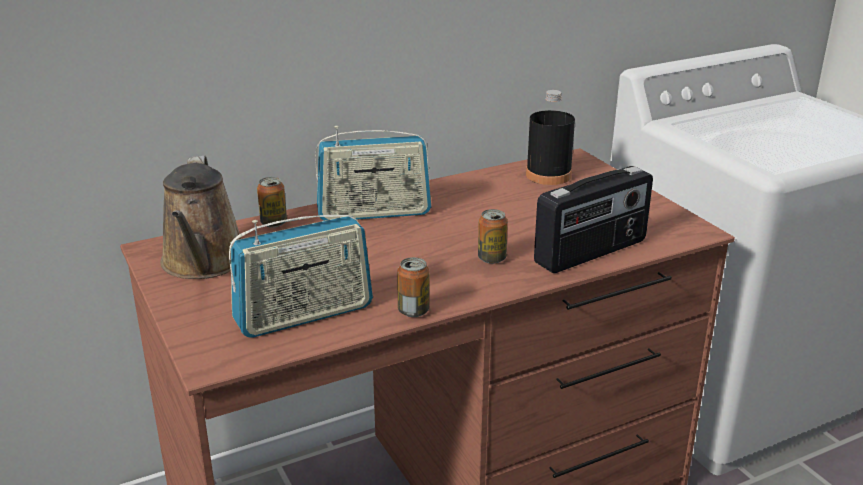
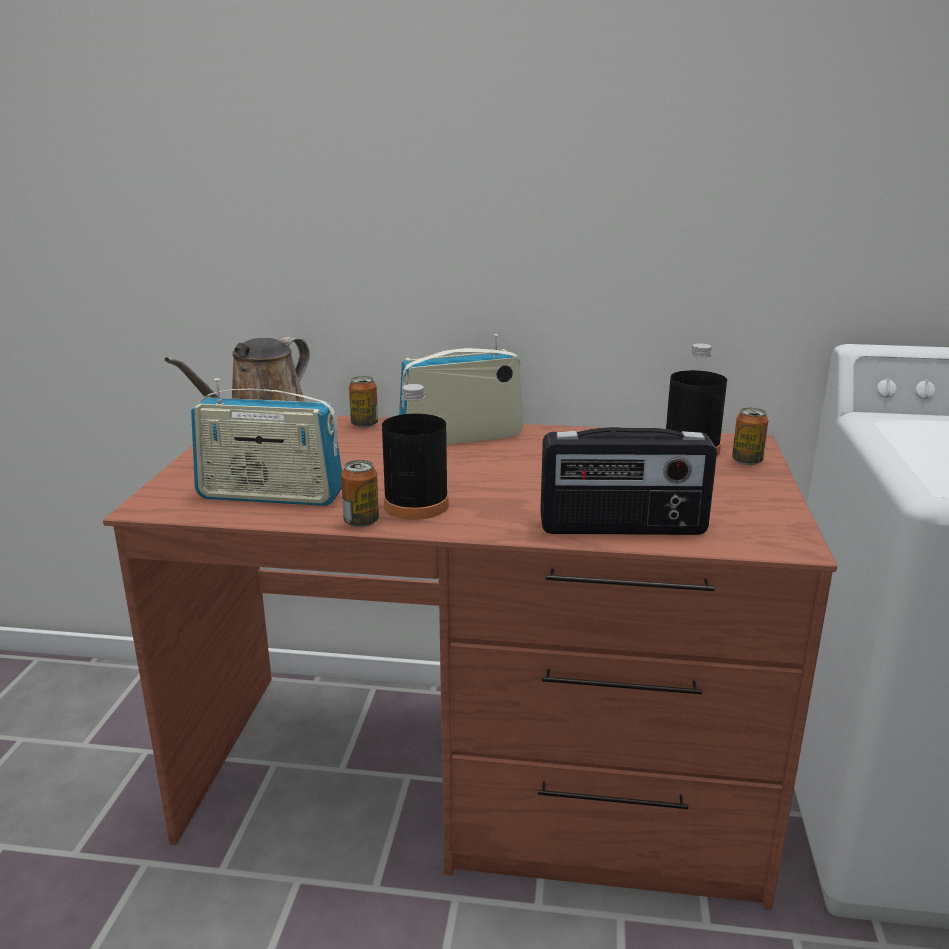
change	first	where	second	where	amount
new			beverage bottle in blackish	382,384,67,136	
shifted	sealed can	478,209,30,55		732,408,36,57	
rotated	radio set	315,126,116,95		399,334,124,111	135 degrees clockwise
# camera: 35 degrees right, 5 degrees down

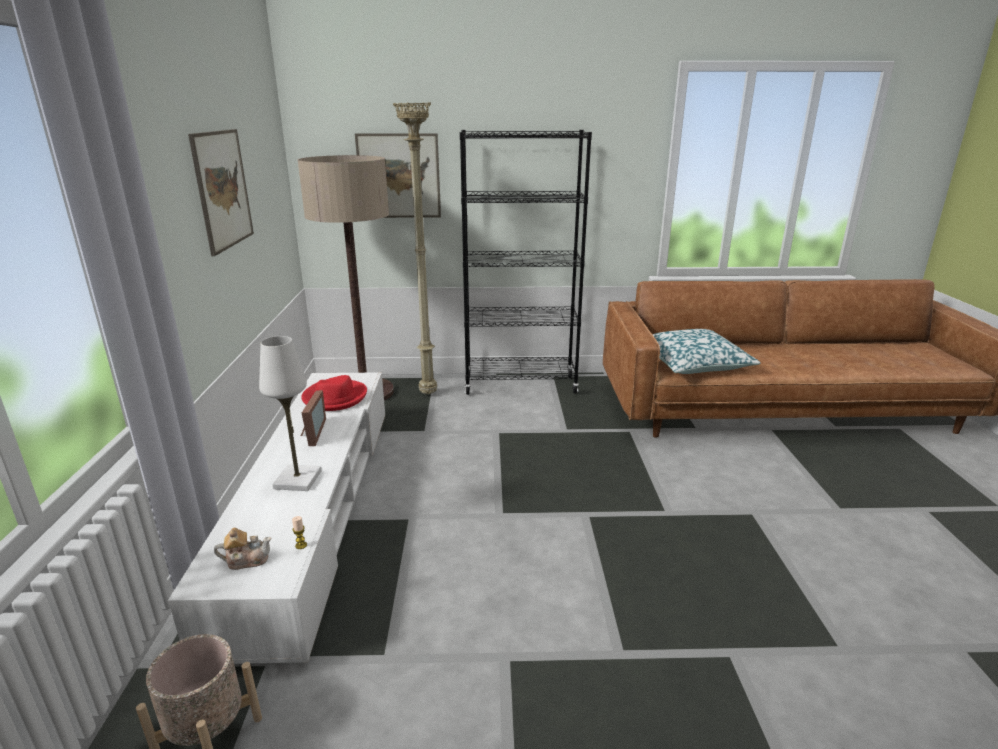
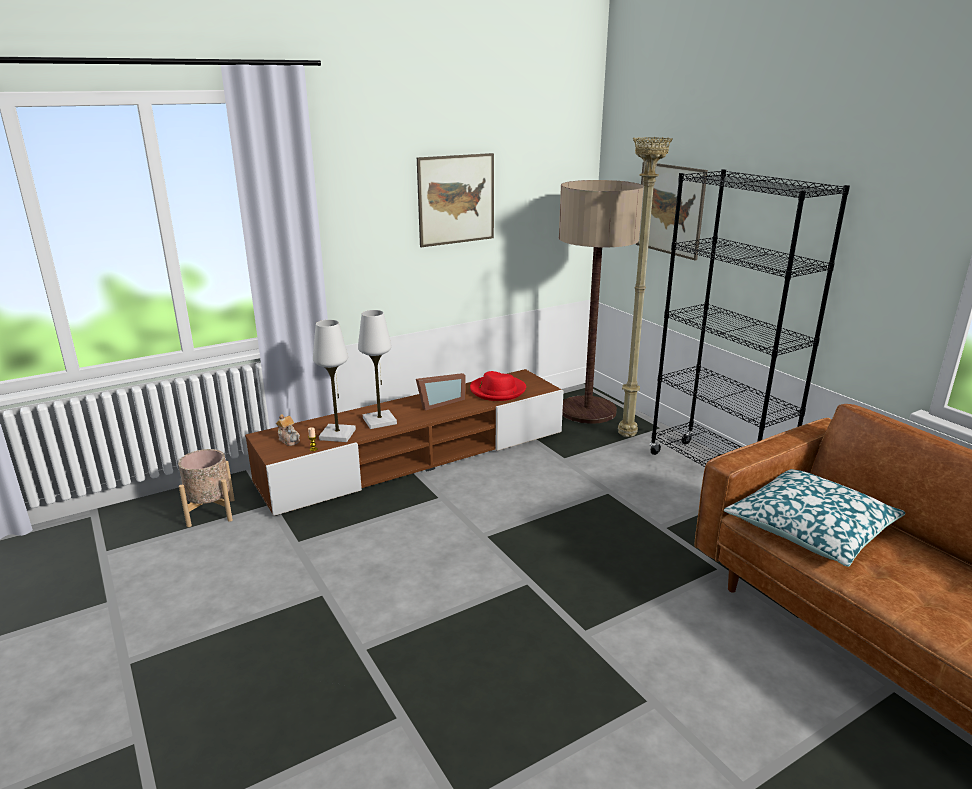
change	first	where	second	where	amount
new			tabletop lamp in whitish	313,320,43,122	
repainted	tv stand in whitish	168,372,217,292	tv stand in brown-coloured	245,369,318,147	
# camera: 60 degrees right, 0 degrees up

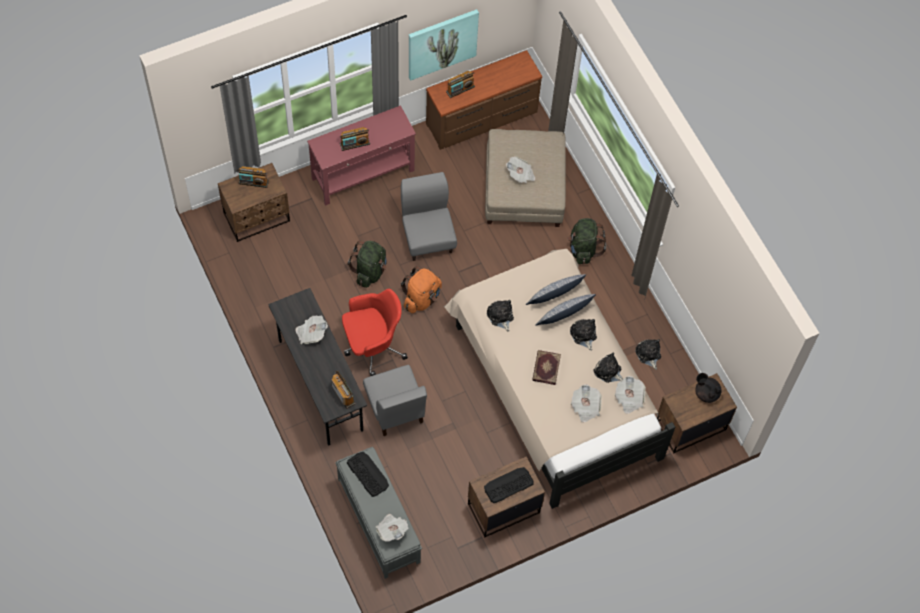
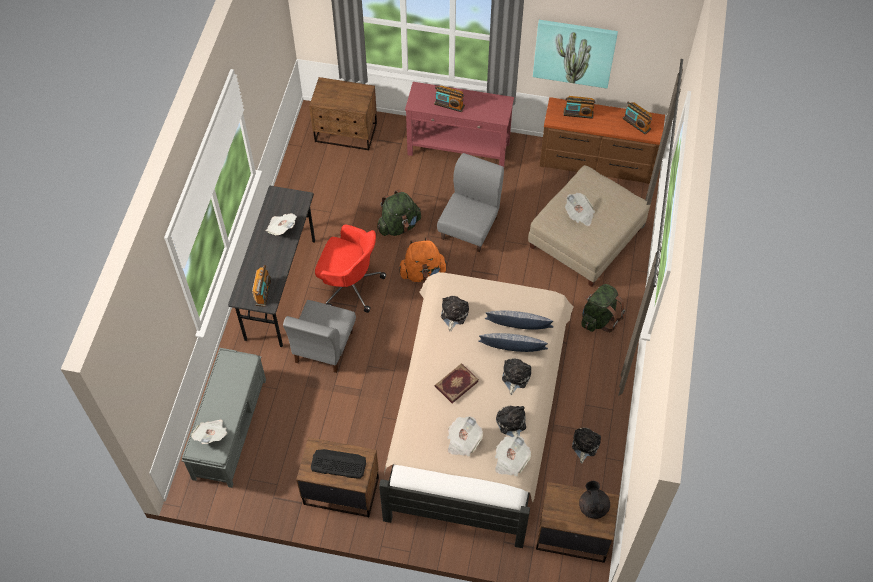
change	first	where	second	where	amount
gone	PC keyboard	347,452,42,45			
shifted	radio set	237,166,32,22		622,102,30,33	
# camera: 40 degrees right, 5 degrees down

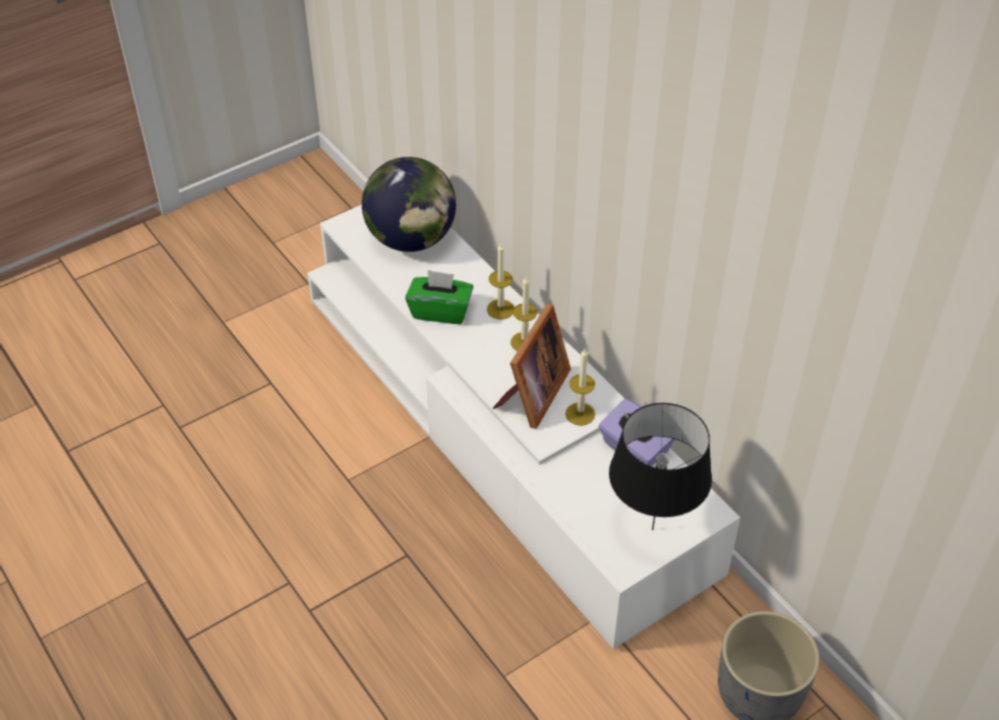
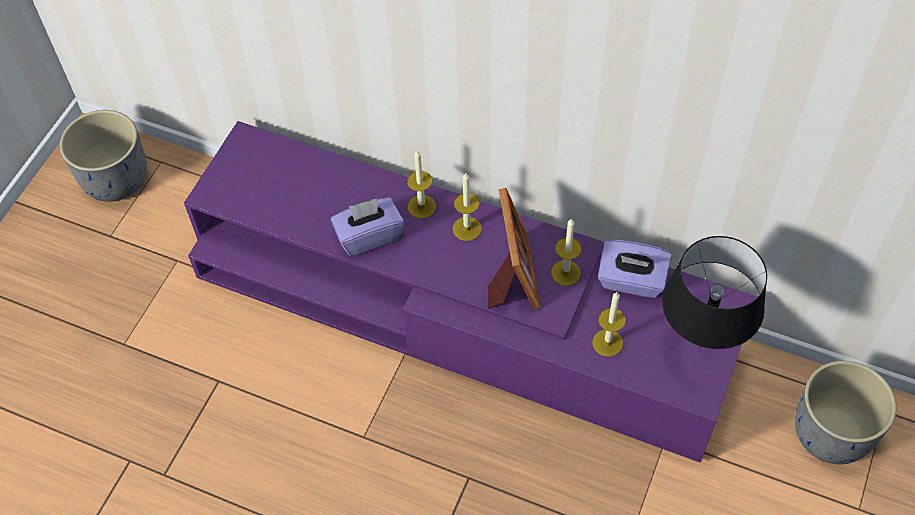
change	first	where	second	where	amount
gone	desk globe	362,157,94,95			
new			planter in greyish	60,110,87,92	
new			wax candle	592,292,34,65	
repainted	tv stand in whitish	307,205,433,444	tv stand in purple-coloured	184,121,573,342	
repainted	box of tissues in green-coloured	405,270,68,54	box of tissues in purple-coloured	331,197,73,59	
# camera: 30 degrees left, 10 degrees up

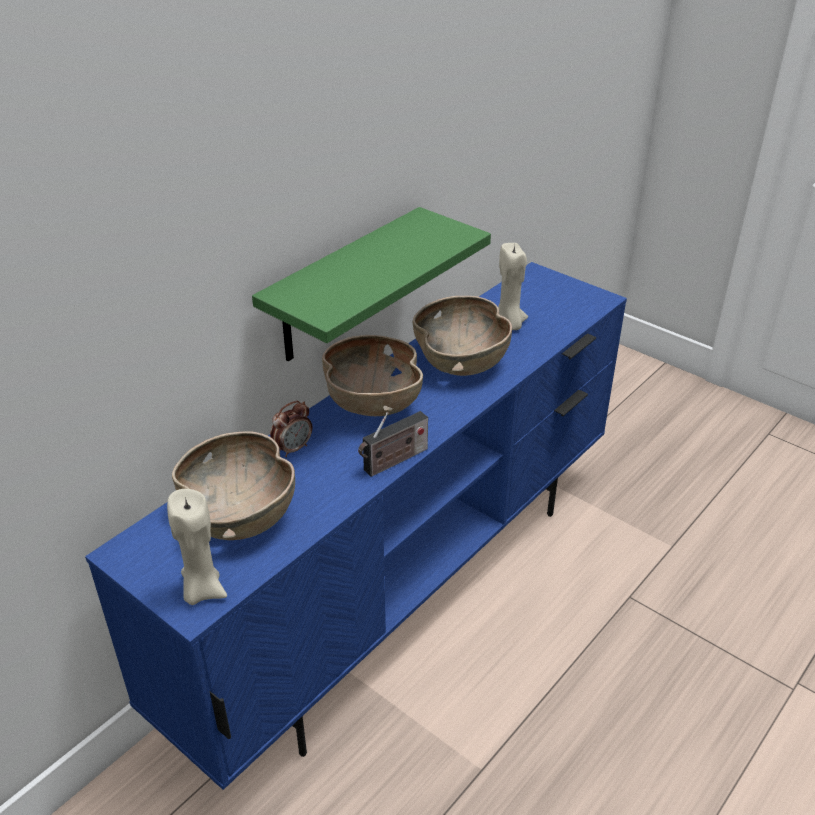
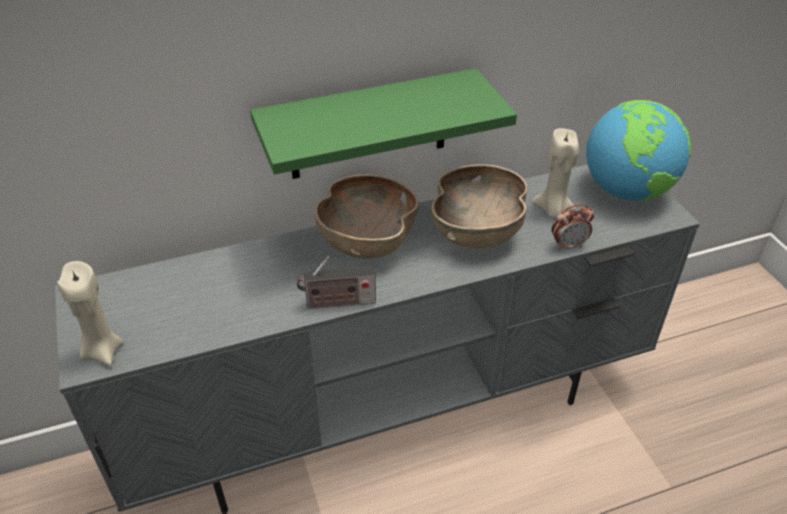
change	first	where	second	where	amount
gone	serving bowl in brown-coloured	172,431,123,109			
new			desk globe	586,100,105,101	
shifted	alarm clock	270,401,42,56		552,204,42,47	
repainted	tv stand in blue-coloured	85,262,542,528	tv stand in greyish	55,164,645,350	
# camera: 30 degrees right, 5 degrees up

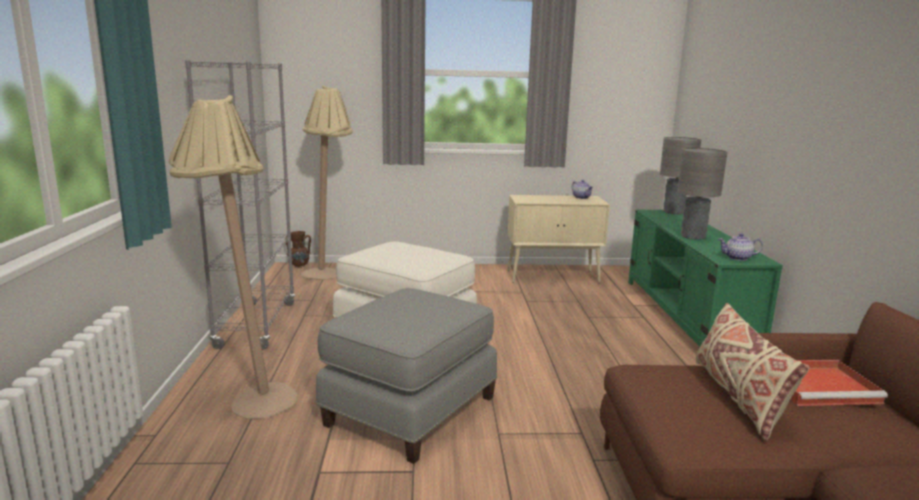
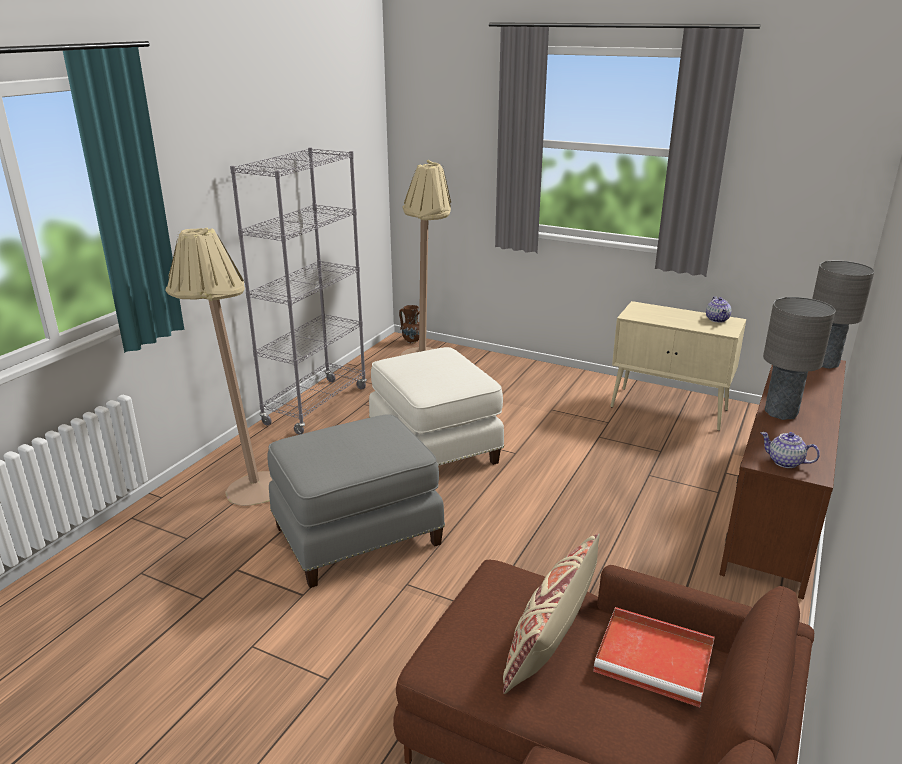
change	first	where	second	where	amount
repainted	tv stand in green-coloured	628,210,155,136	tv stand in brown-coloured	719,360,127,240	
# camera: 30 degrees right, 10 degrees up

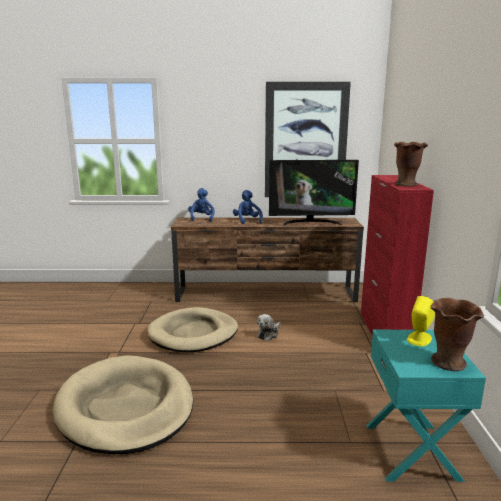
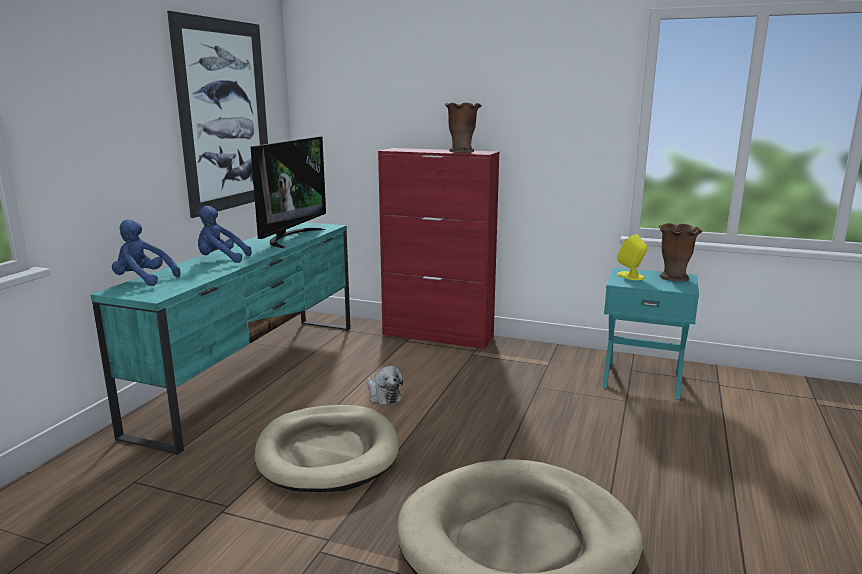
change	first	where	second	where	amount
repainted	tv stand in brown-coloured	171,218,193,84	tv stand in turquoise	90,222,261,233	
# camera: 70 degrees left, 0 degrees up

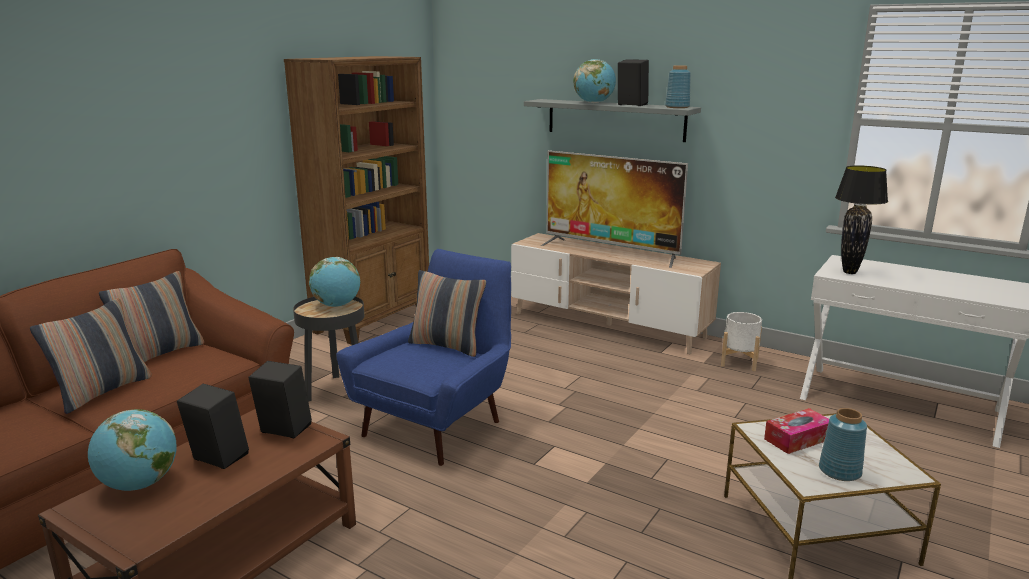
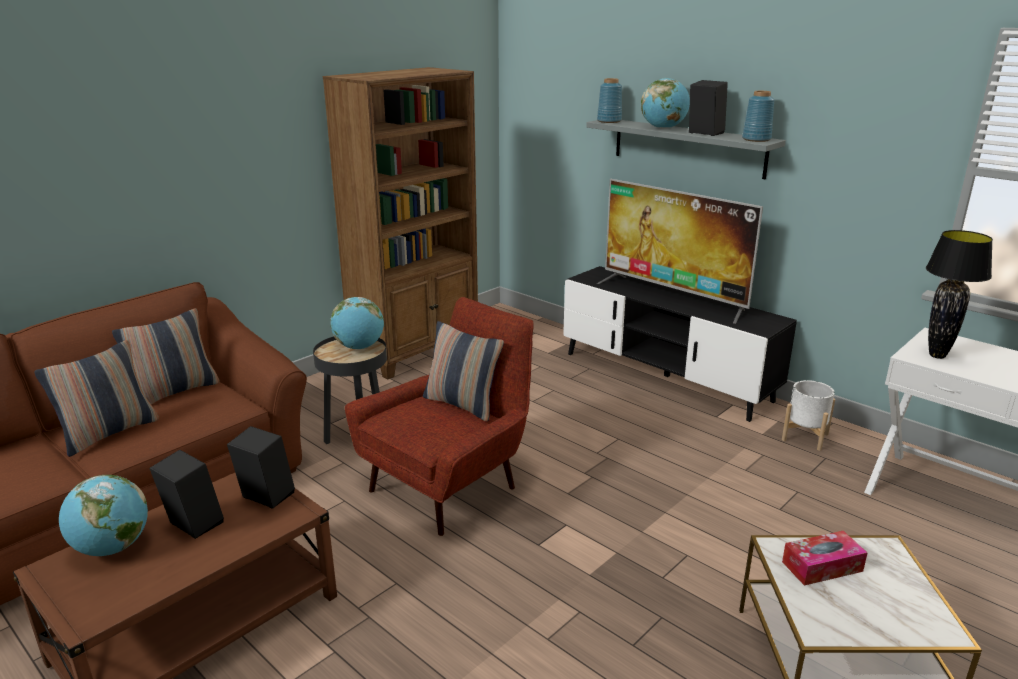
change	first	where	second	where	amount
shifted	vase in blue-coloured	819,408,48,73		597,78,25,45	
repainted	armchair in blue-coloured	336,249,175,217	armchair in red-coloured	345,297,189,239	
repainted	tv stand in beige-coloured	511,233,210,121	tv stand in blackish	563,266,234,156	
# camera: 10 degrees right, 5 degrees up

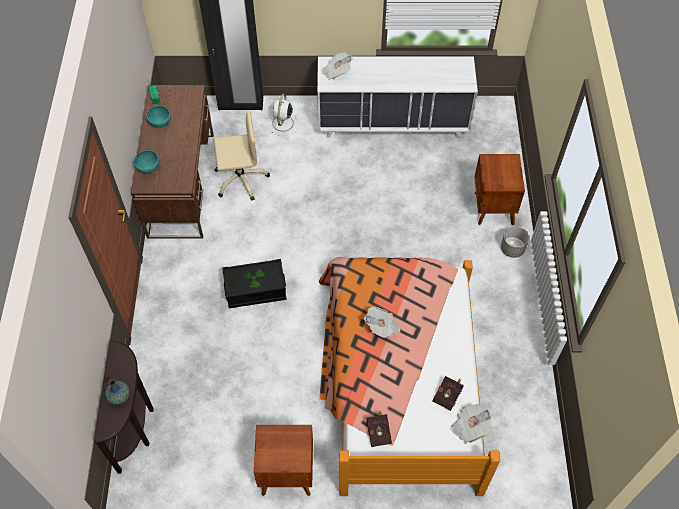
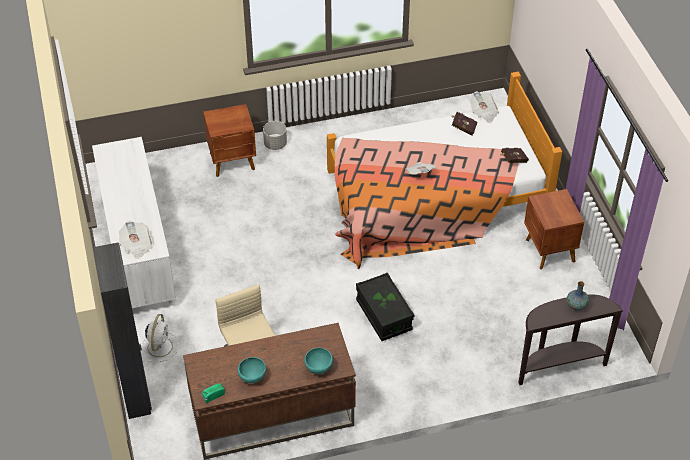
change	first	where	second	where	amount
rotated	fan in whitish	268,94,30,42		143,314,35,48	75 degrees counterclockwise
# camera: 105 degrees left, 10 degrees down

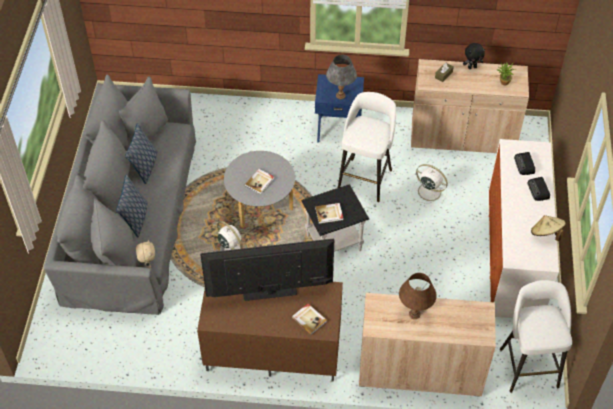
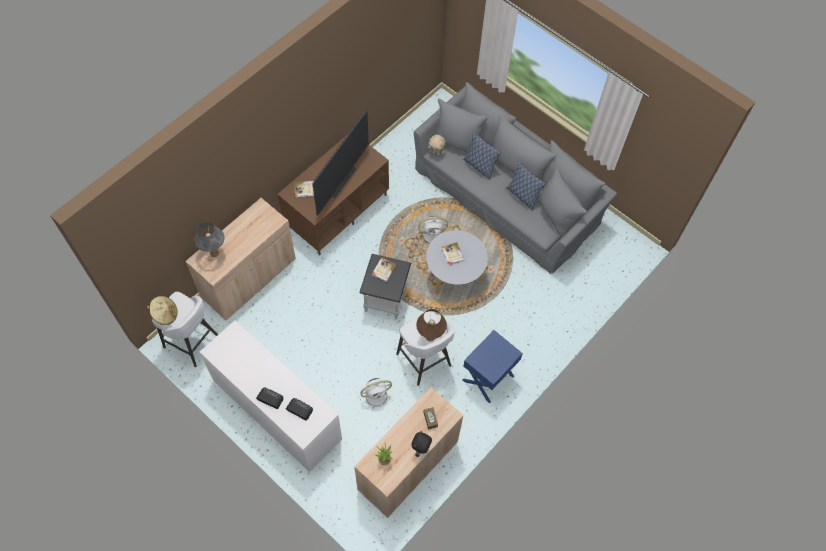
change	first	where	second	where	amount
shifted	tabletop lamp in greyish	326,55,31,44		195,222,29,35	
shifted	tabletop lamp in brown-coloured	399,273,38,46		416,309,31,32	
shifted	hat in beige-coloured	531,215,35,26		147,296,31,29	
# camera: 125 degrees right, 10 degrees up

